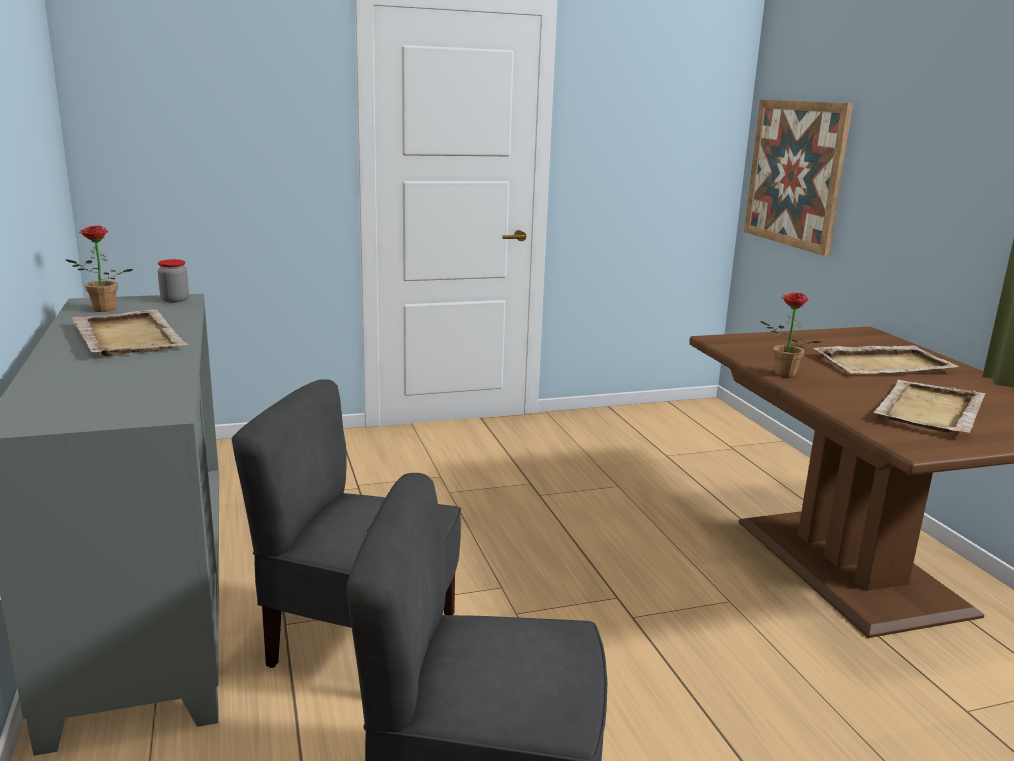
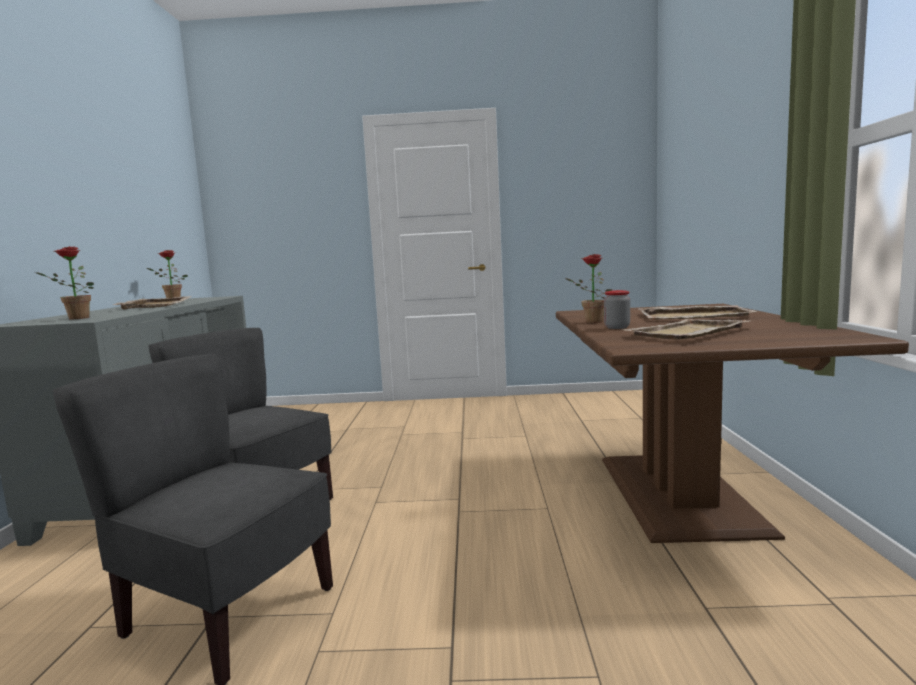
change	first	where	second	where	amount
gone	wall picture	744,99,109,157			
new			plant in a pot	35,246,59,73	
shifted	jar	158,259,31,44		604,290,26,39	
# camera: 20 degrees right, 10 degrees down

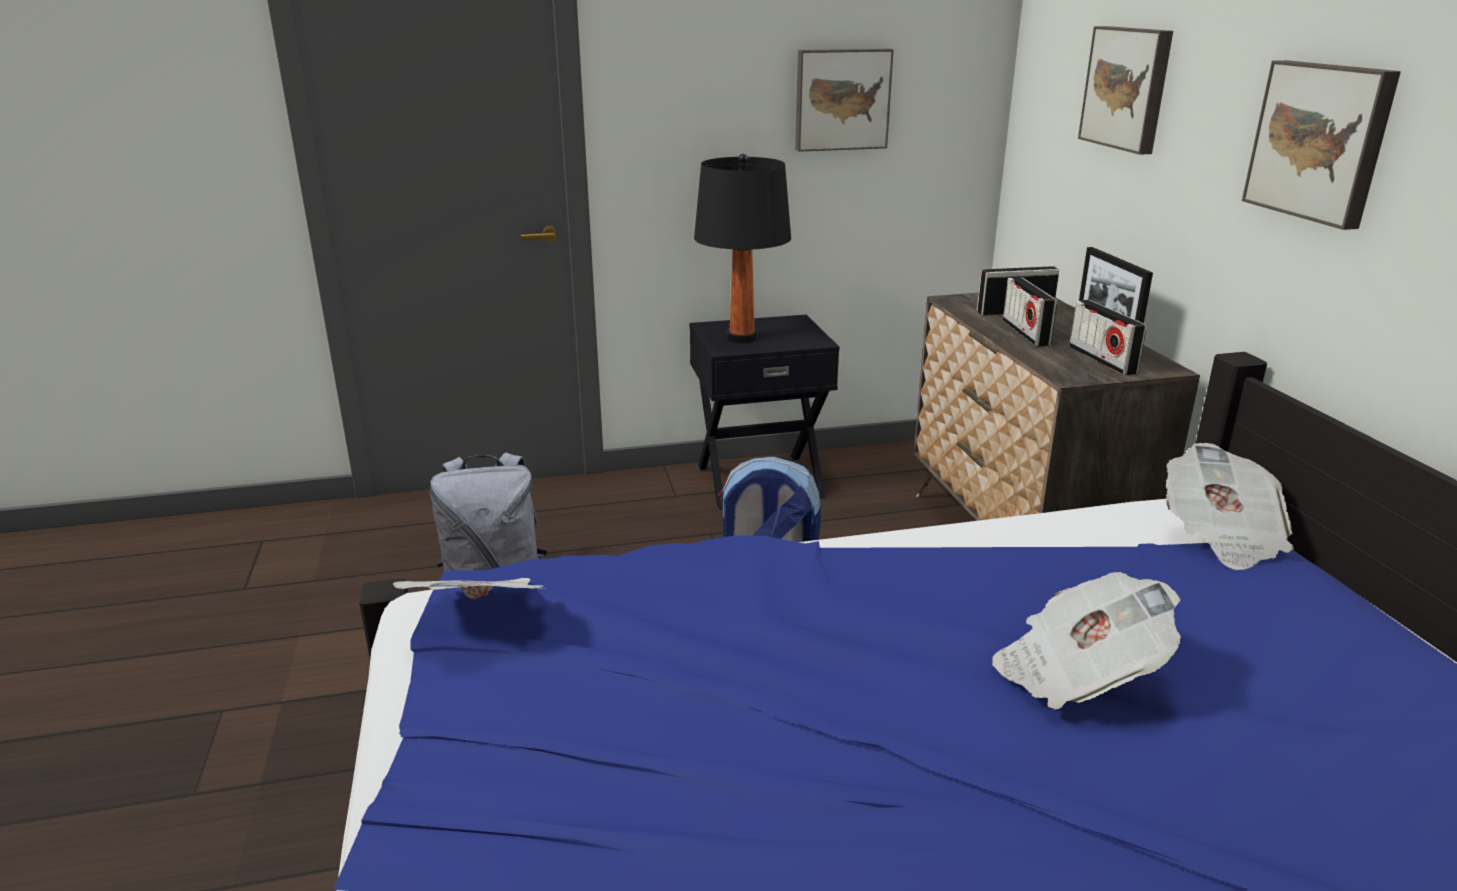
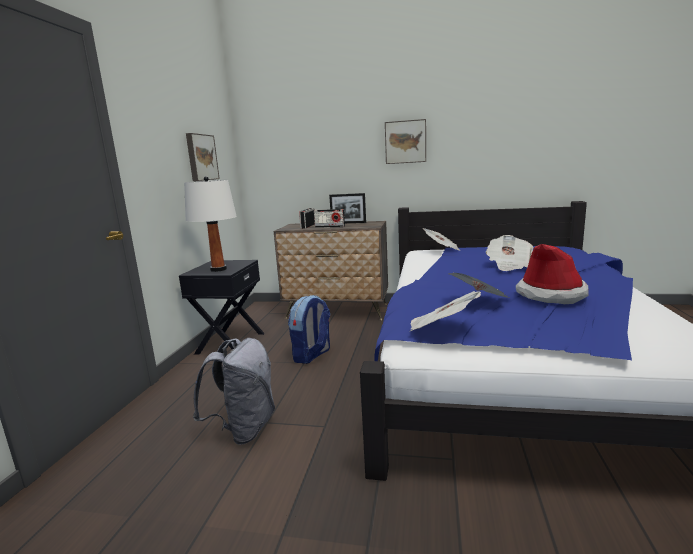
change	first	where	second	where	amount
gone	radio set	1069,300,78,75			
gone	wall picture	1078,26,95,129			
new			daily paper	448,273,60,24	
new			hat	516,244,73,60	
repainted	tabletop lamp in blackish	694,154,97,189	tabletop lamp in whitish	184,176,53,96	
# camera: 65 degrees left, 10 degrees down

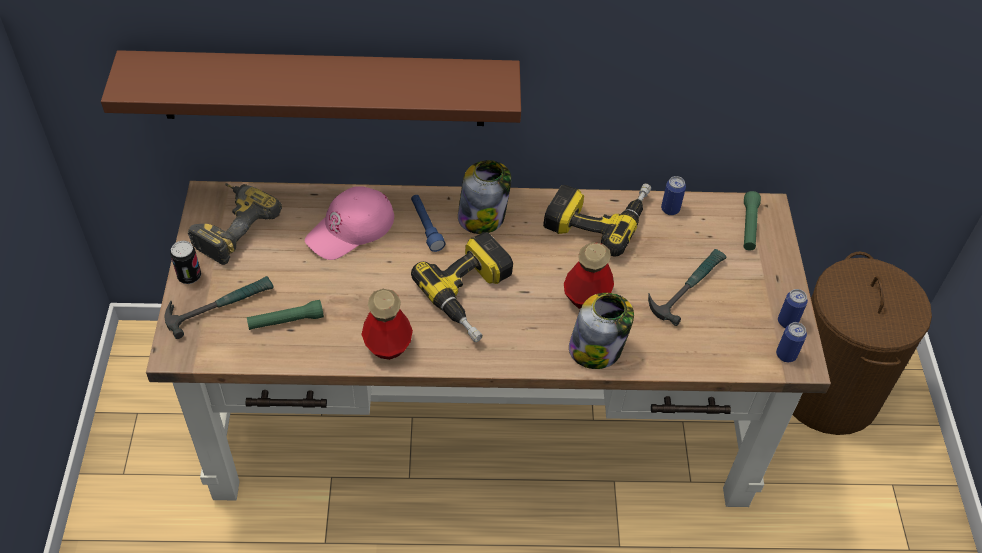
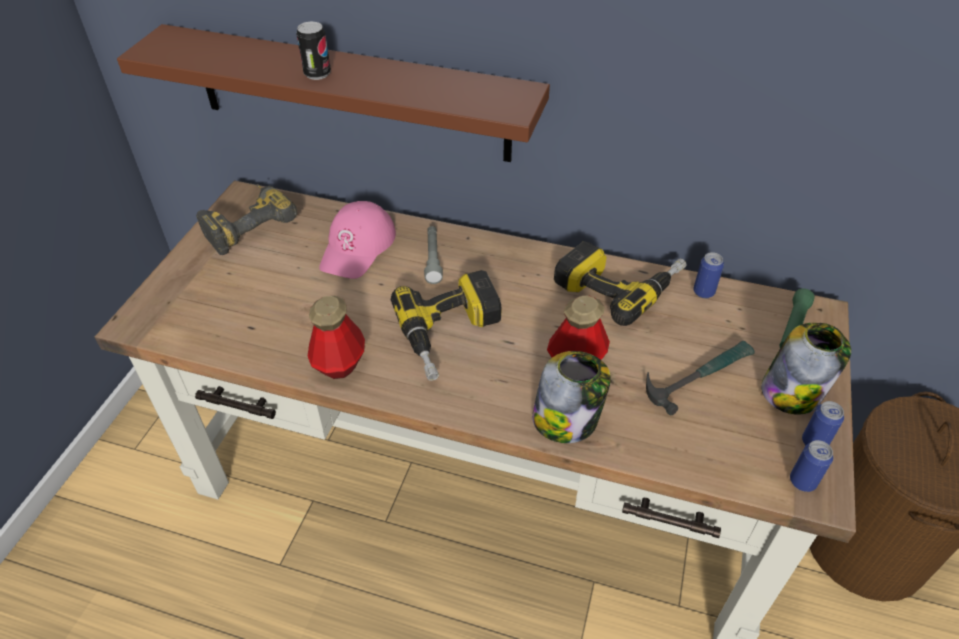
change	first	where	second	where	amount
gone	hammer	165,276,108,63			
gone	hand torch in green-coloured	247,300,77,30			
shifted	sealed can	170,241,31,43		296,22,35,58	
shifted	jar	458,160,53,74		761,323,90,92	
repainted	hand torch in blue-coloured	411,195,34,57	hand torch in greyish	424,226,19,58	
rotated	cap in pink	305,186,89,74		319,201,77,78	45 degrees counterclockwise
# camera: 20 degrees right, 5 degrees down

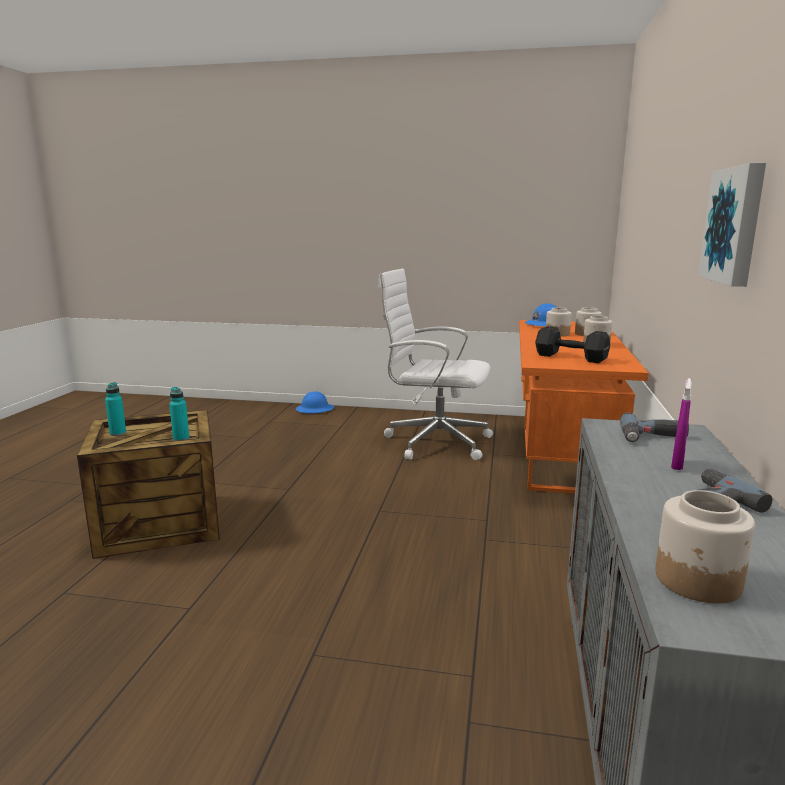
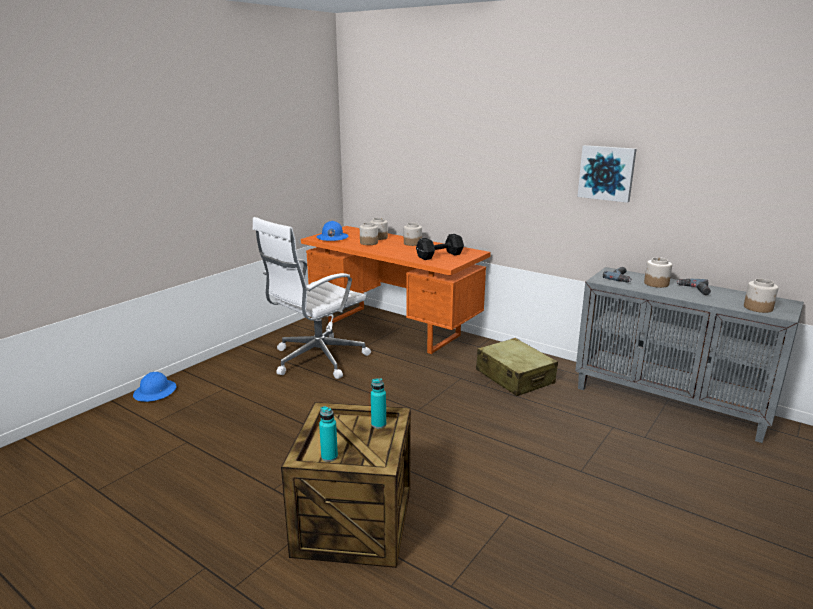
change	first	where	second	where	amount
new			suitcase in beige-coloured	476,338,82,58	
swapped	spray bottle in purple-coloured	671,378,21,92	jar	644,257,28,31	
# camera: 65 degrees left, 5 degrees up

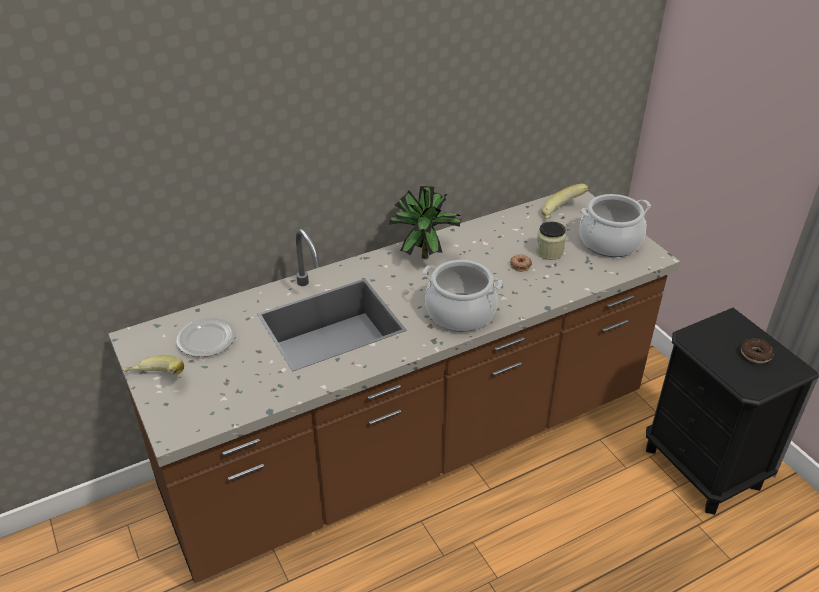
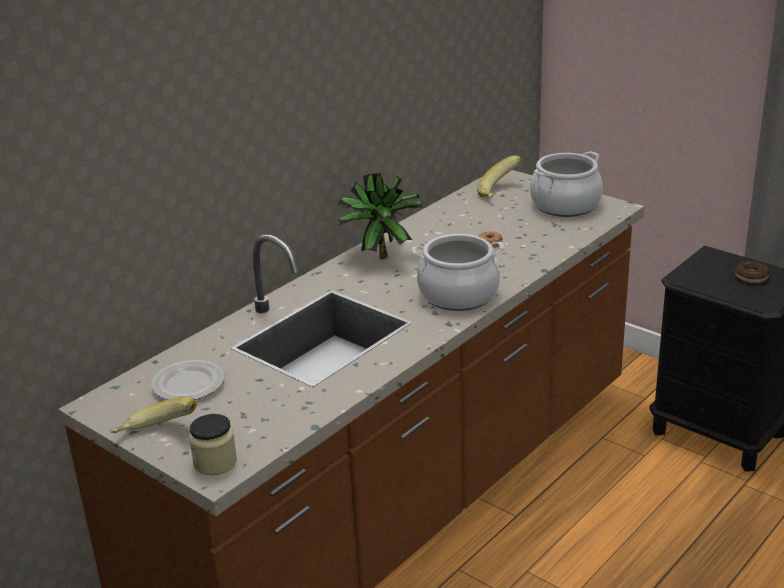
change	first	where	second	where	amount
shifted	jar	536,221,30,39		189,414,48,61	
# camera: 20 degrees left, 10 degrees down

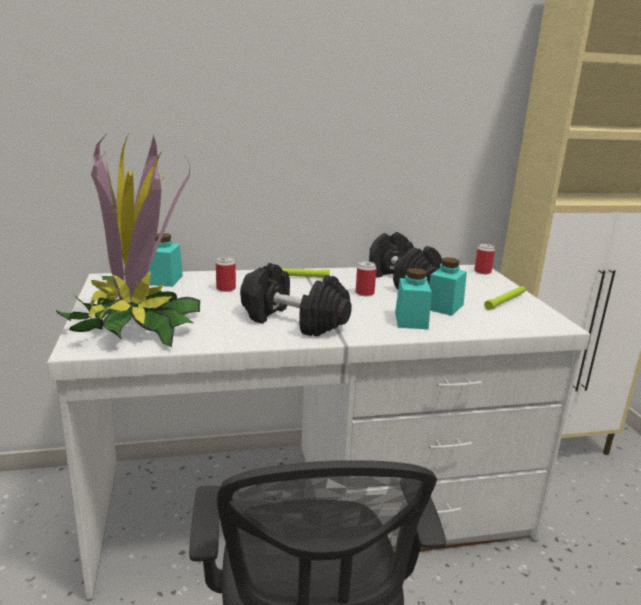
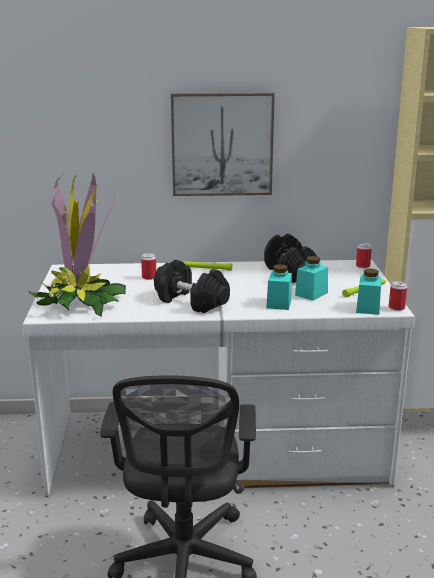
change	first	where	second	where	amount
new			wall picture	171,93,104,103	
shifted	jar in turquoise	147,233,36,54		356,268,25,47	
shifted	sealed can	355,261,22,35		389,281,18,30	
# camera: 10 degrees right, 0 degrees up

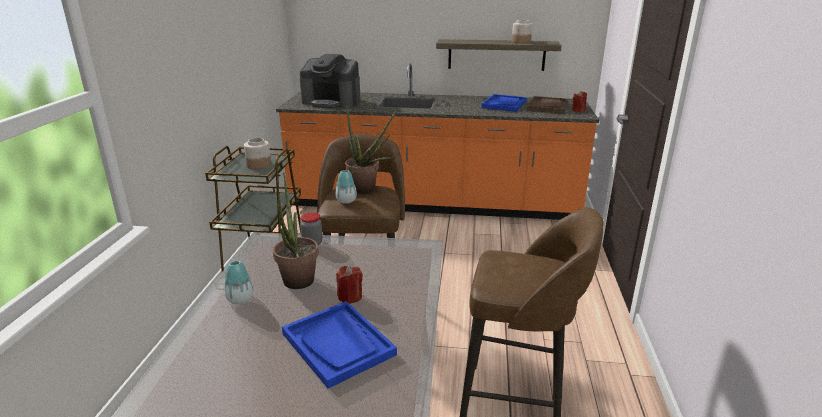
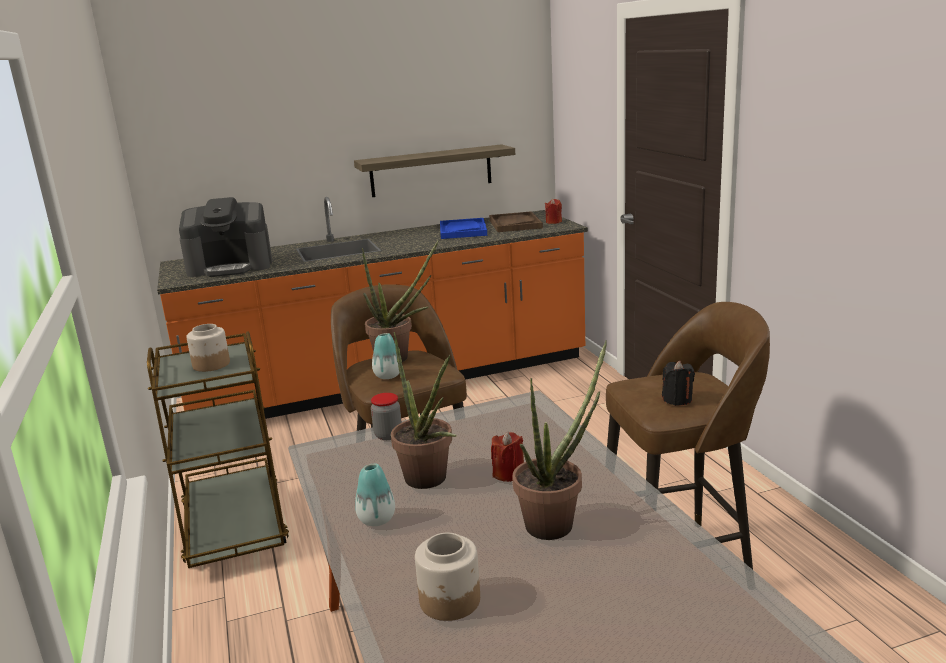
change	first	where	second	where	amount
new			wax candle in blackish	662,361,33,45	
shifted	jar	512,20,20,24		415,533,65,88	
swapped	serving tray in blue-coloured	282,301,115,87	plant in a pot	512,340,95,200	
# camera: 25 degrees left, 5 degrees down

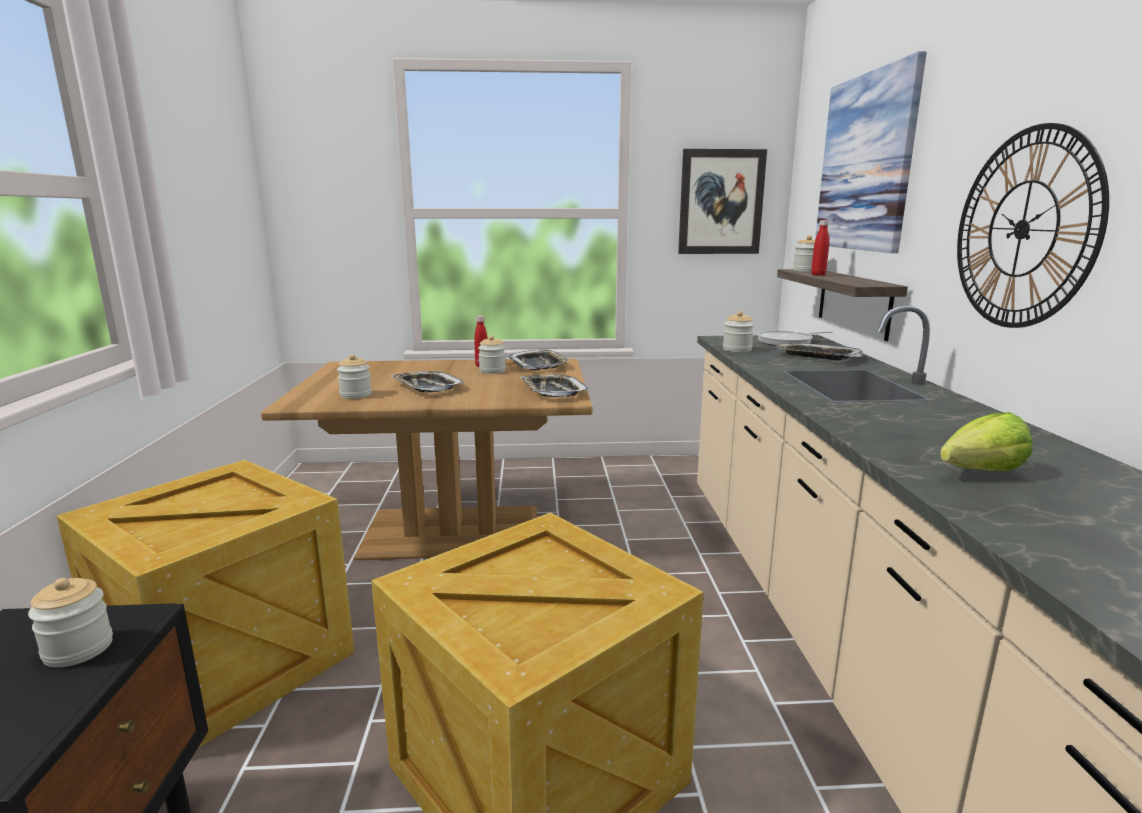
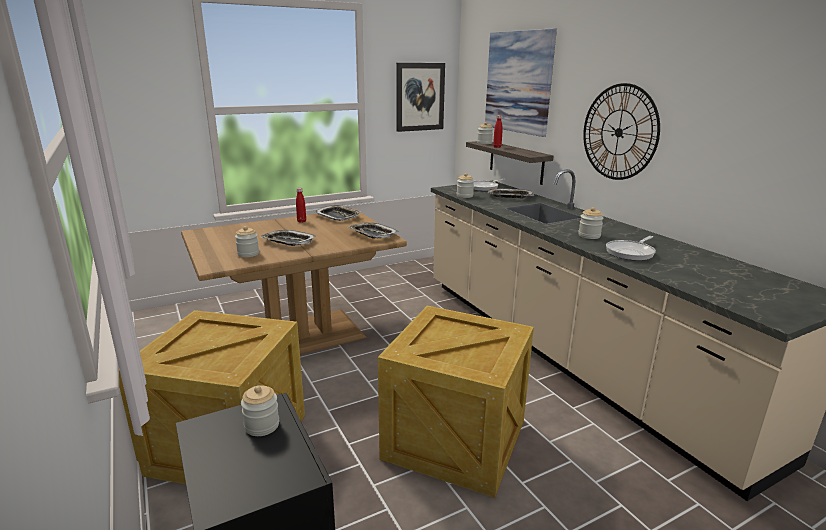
change	first	where	second	where	amount
shifted	jar	478,335,28,39		578,207,26,32	
swapped	lettuce	940,412,92,59	skillet	606,236,50,25	
# camera: 25 degrees left, 5 degrees up

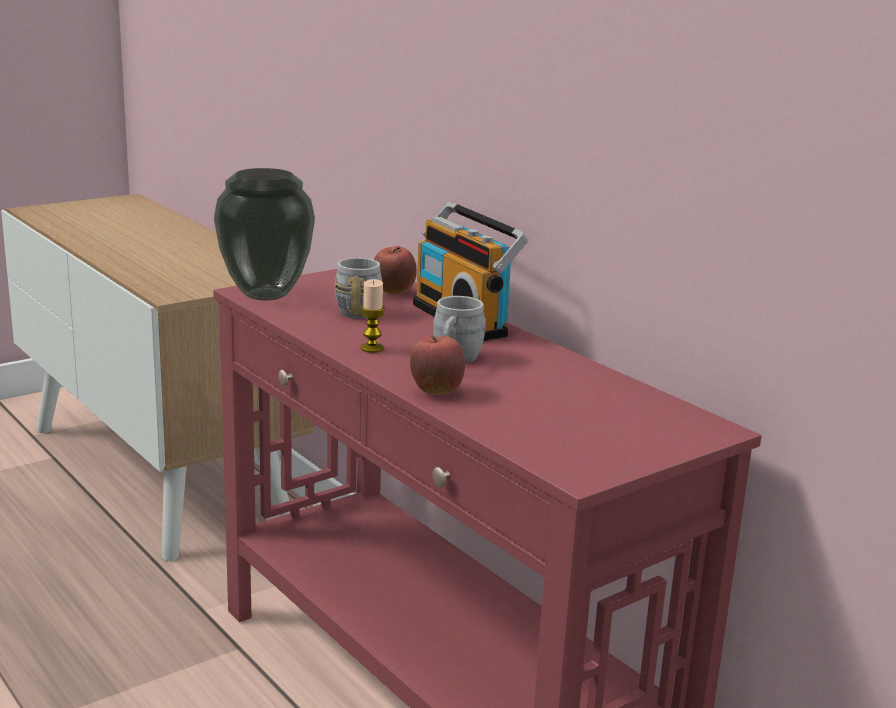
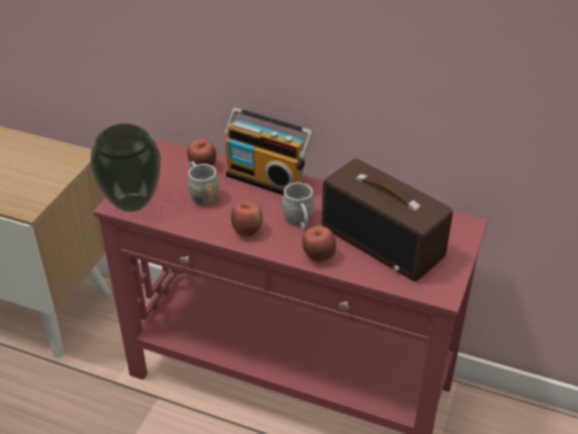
change	first	where	second	where	amount
new			radio set	322,159,131,122	
swapped	wax candle	360,279,25,74	whole apple	231,201,32,36	
# camera: 30 degrees left, 20 degrees up

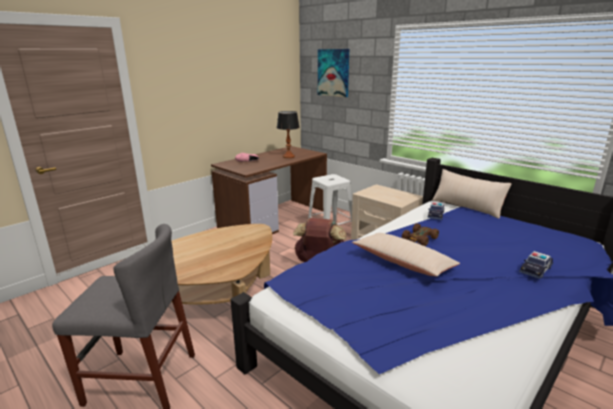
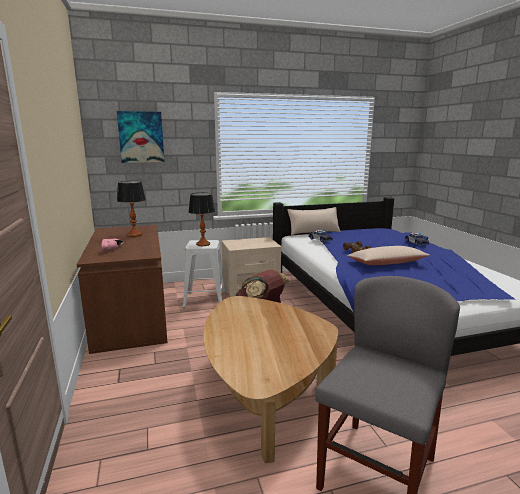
change	first	where	second	where	amount
new			tabletop lamp	189,193,26,53	
# camera: 60 degrees left, 5 degrees down

